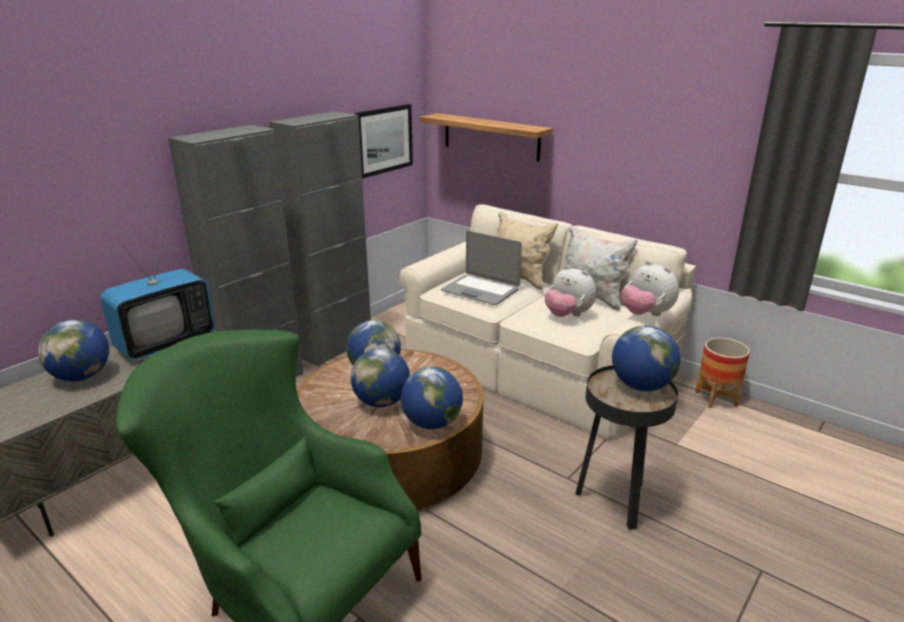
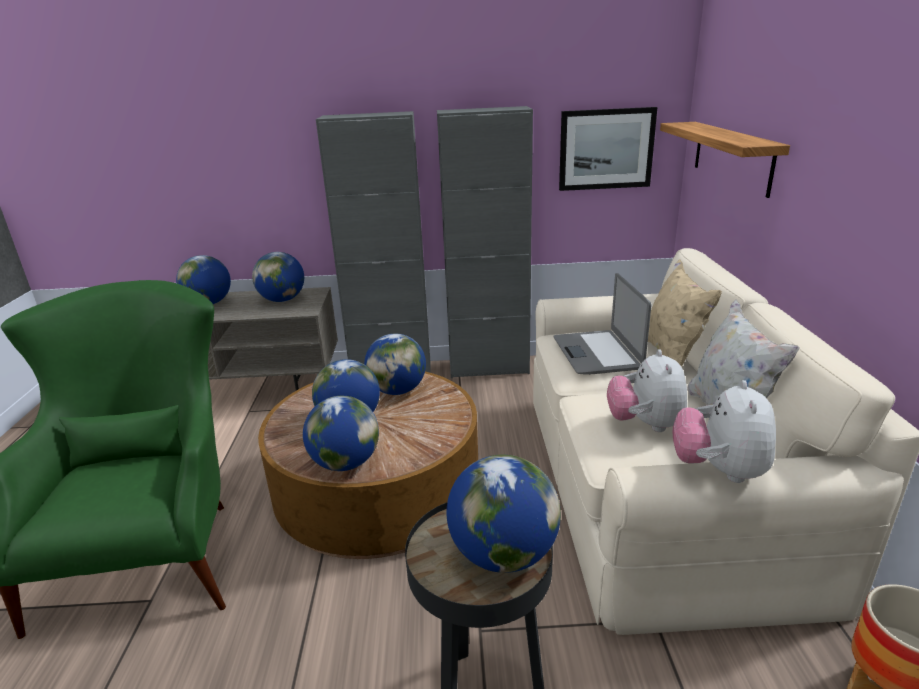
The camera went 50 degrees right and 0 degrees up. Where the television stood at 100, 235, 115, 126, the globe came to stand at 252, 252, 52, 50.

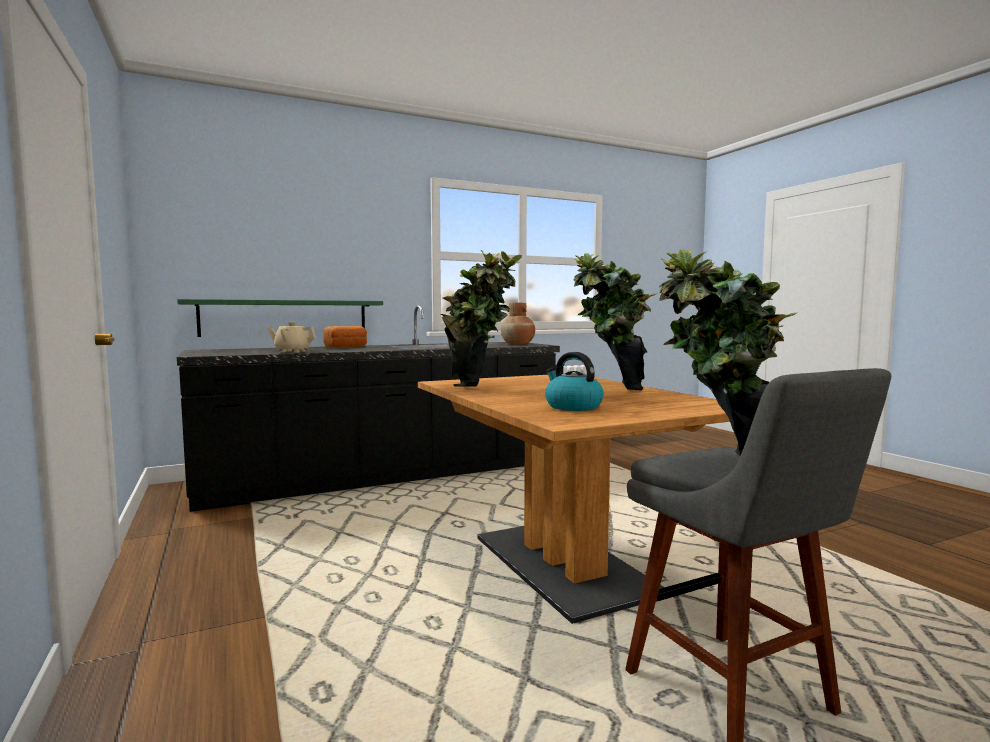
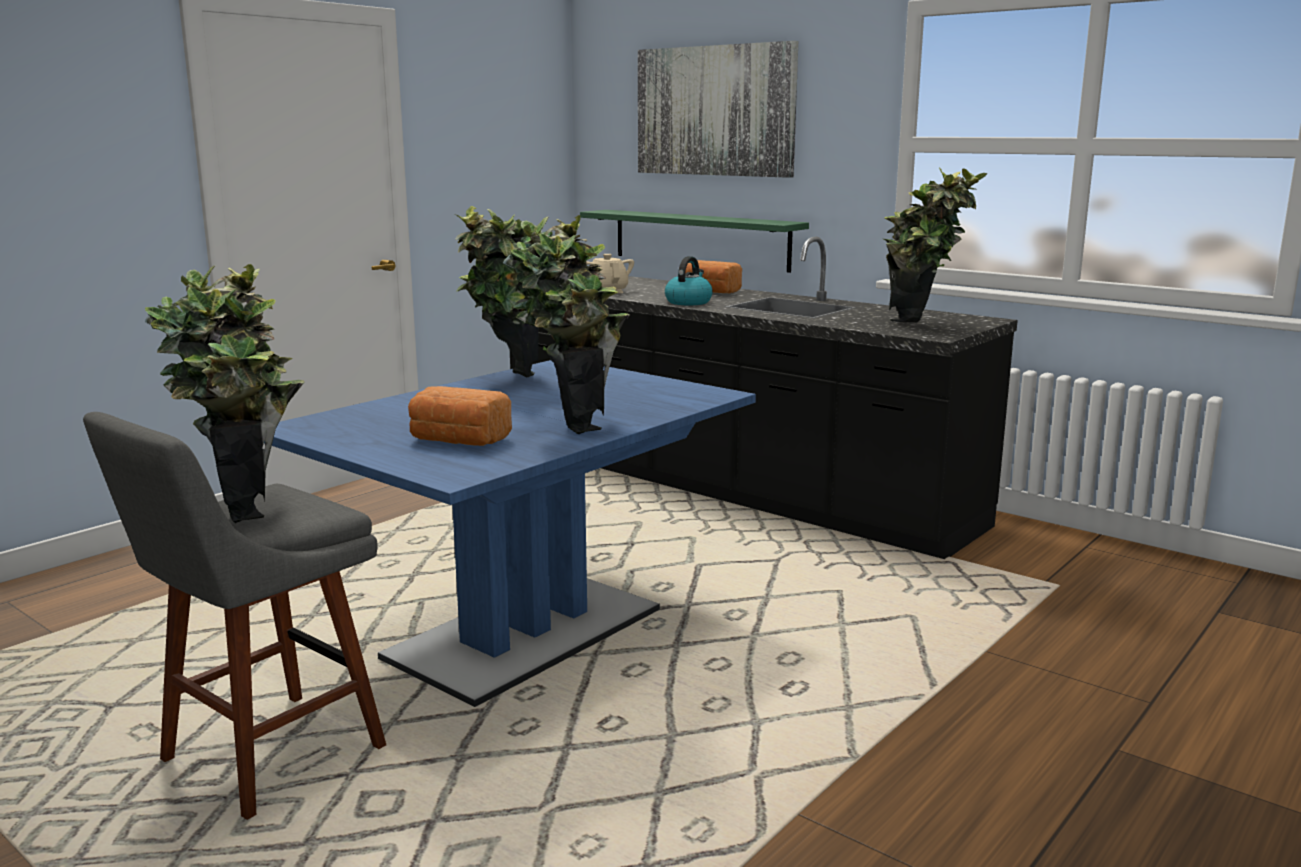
The camera went 65 degrees right and 10 degrees up. The second view gained the bread at 408, 386, 104, 60. The second view gained the picture at 638, 41, 160, 137. The kettle ended up elsewhere, having gone from 545, 352, 59, 59 to 665, 256, 48, 49. Where the vase (brown) stood at 501, 303, 34, 42, the potted plant came to stand at 884, 168, 103, 154. What was the dining table (brown) at 418, 375, 312, 249 turned into the dining table (blue) at 264, 360, 492, 347.

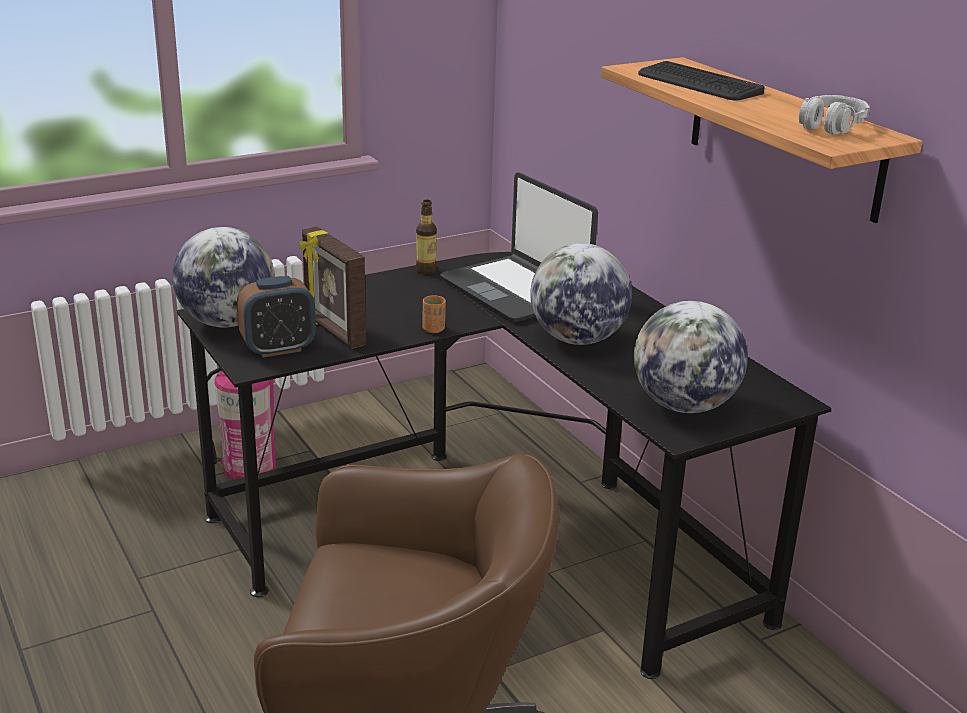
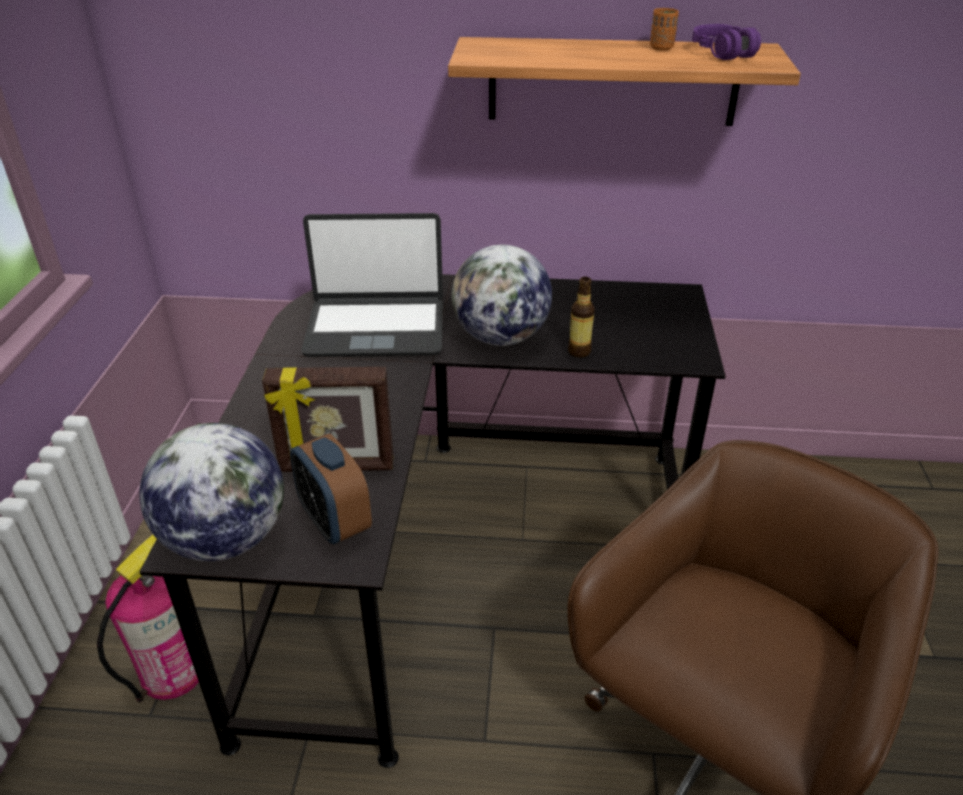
The camera went 55 degrees left and 10 degrees up. The second view lost the globe at 634, 301, 114, 112. The second view lost the keyboard at 638, 61, 127, 40. The bottle ended up elsewhere, having gone from 416, 200, 21, 75 to 568, 277, 27, 80. The cup (orange) ended up elsewhere, having gone from 422, 295, 24, 38 to 650, 8, 29, 42. What was the headphones (grey) at 799, 95, 71, 39 turned into the headphones (purple) at 692, 24, 69, 36. The alarm clock at 237, 276, 79, 82 ended up facing another way, 135 degrees clockwise from before.

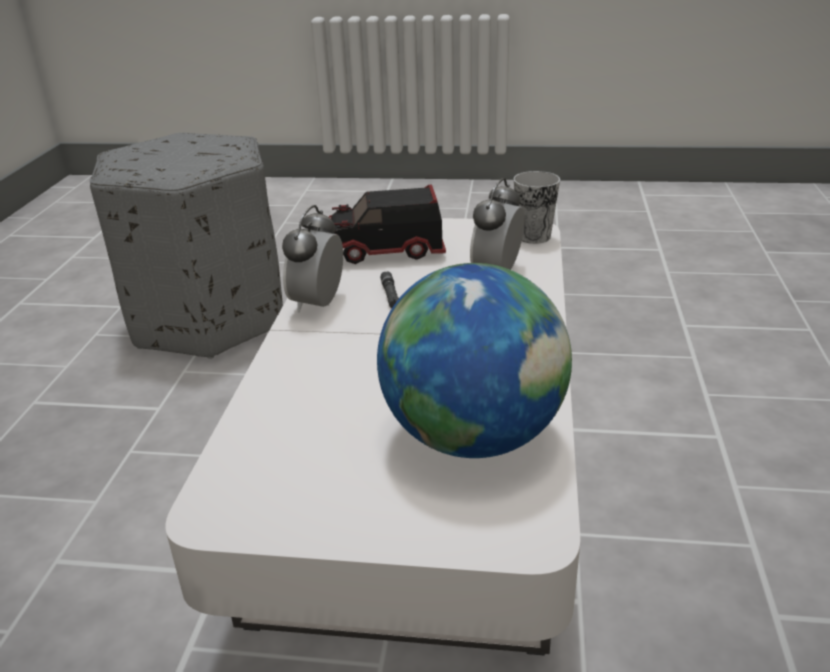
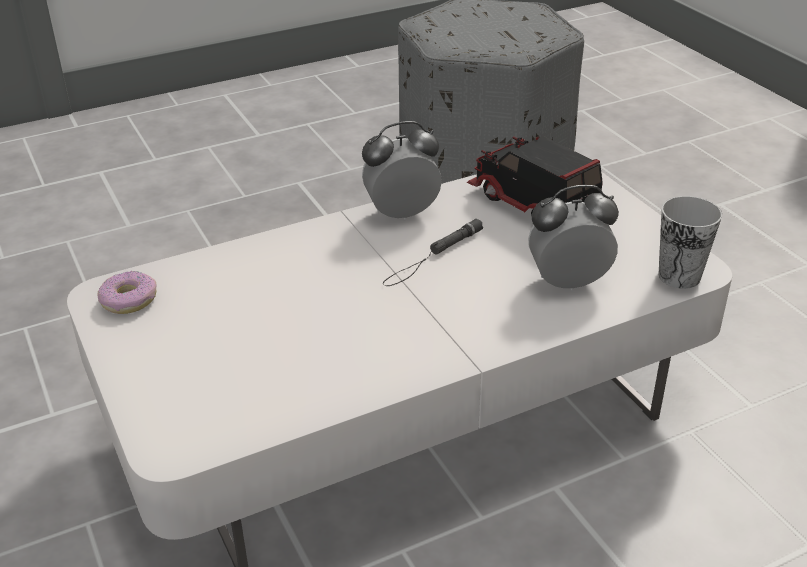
The camera went 55 degrees right and 5 degrees up. The second view lost the globe at 377, 263, 195, 195. The second view gained the donut at 98, 271, 59, 43.

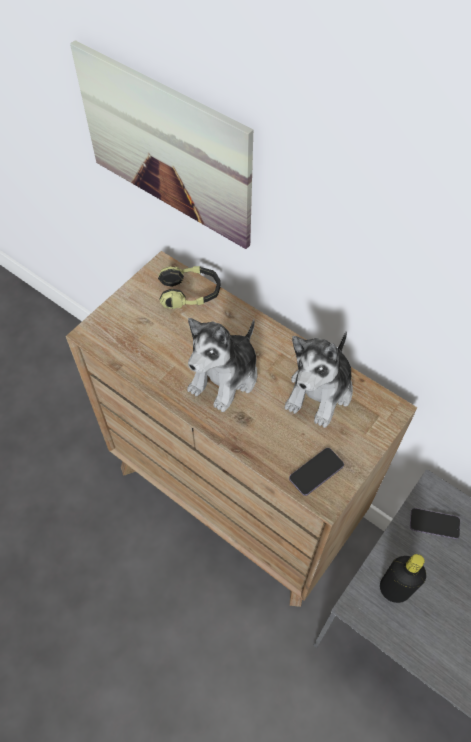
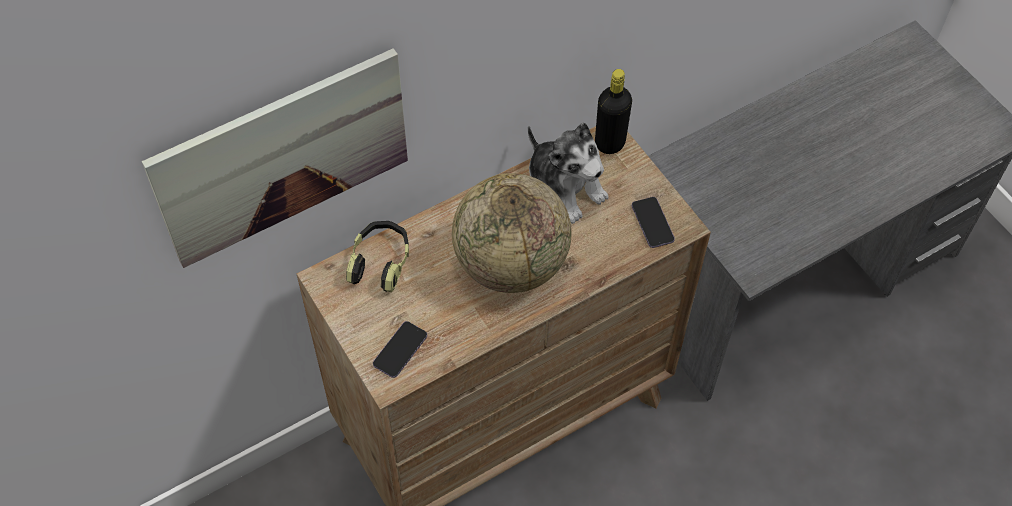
The camera went 70 degrees left and 0 degrees up. The bottle (black) ended up elsewhere, having gone from 380, 554, 46, 49 to 595, 69, 37, 85. The phone ended up elsewhere, having gone from 410, 508, 50, 31 to 373, 321, 54, 57. Where the plush toy stood at 187, 318, 70, 94, the globe came to stand at 452, 173, 120, 120.

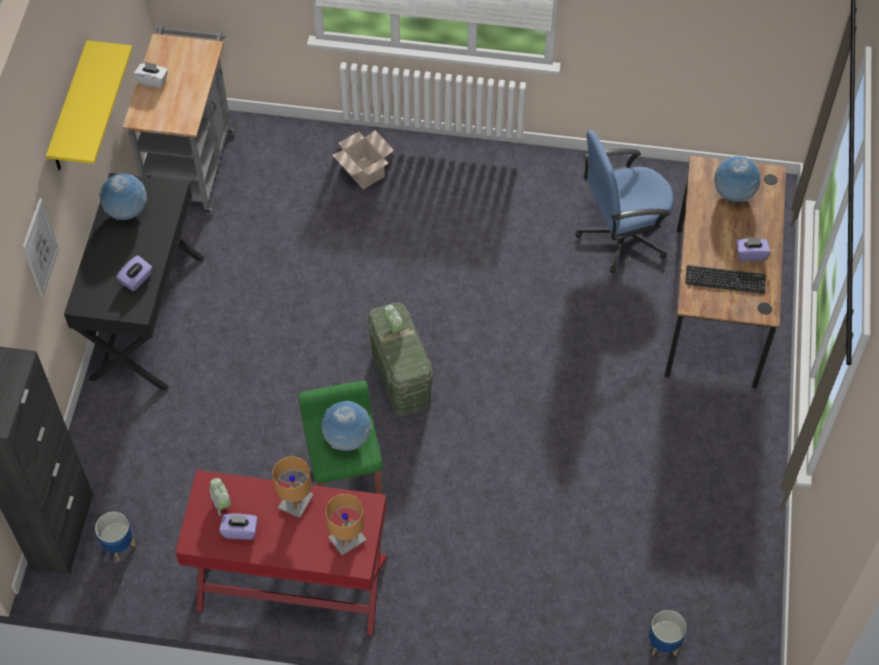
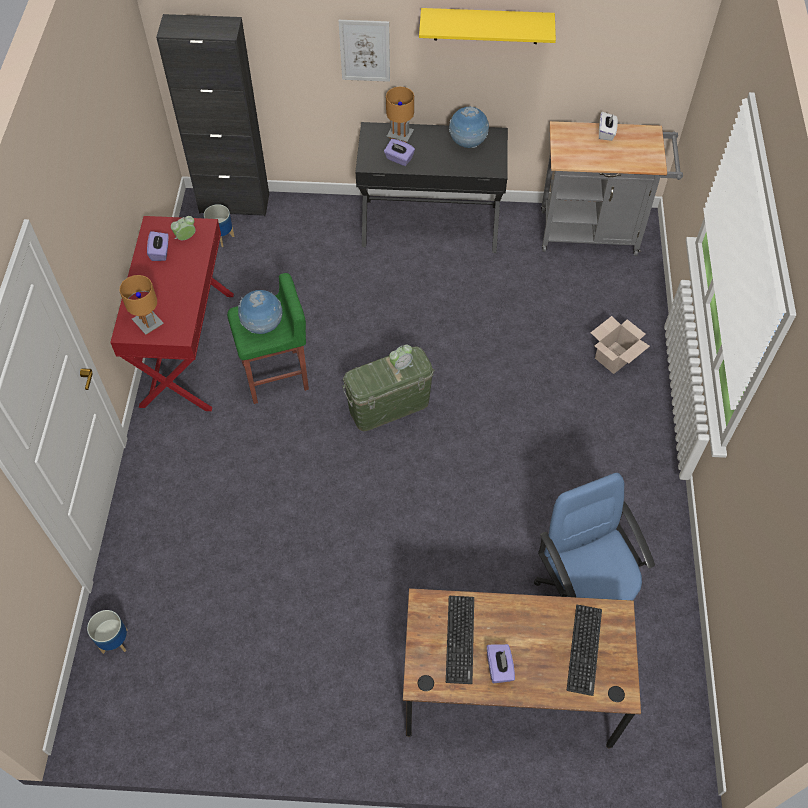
The camera went 85 degrees right and 0 degrees up. The table lamp (brown) ended up elsewhere, having gone from 273, 456, 41, 62 to 386, 87, 28, 56. Where the globe stood at 713, 156, 48, 46, the keyboard came to stand at 567, 605, 35, 91.

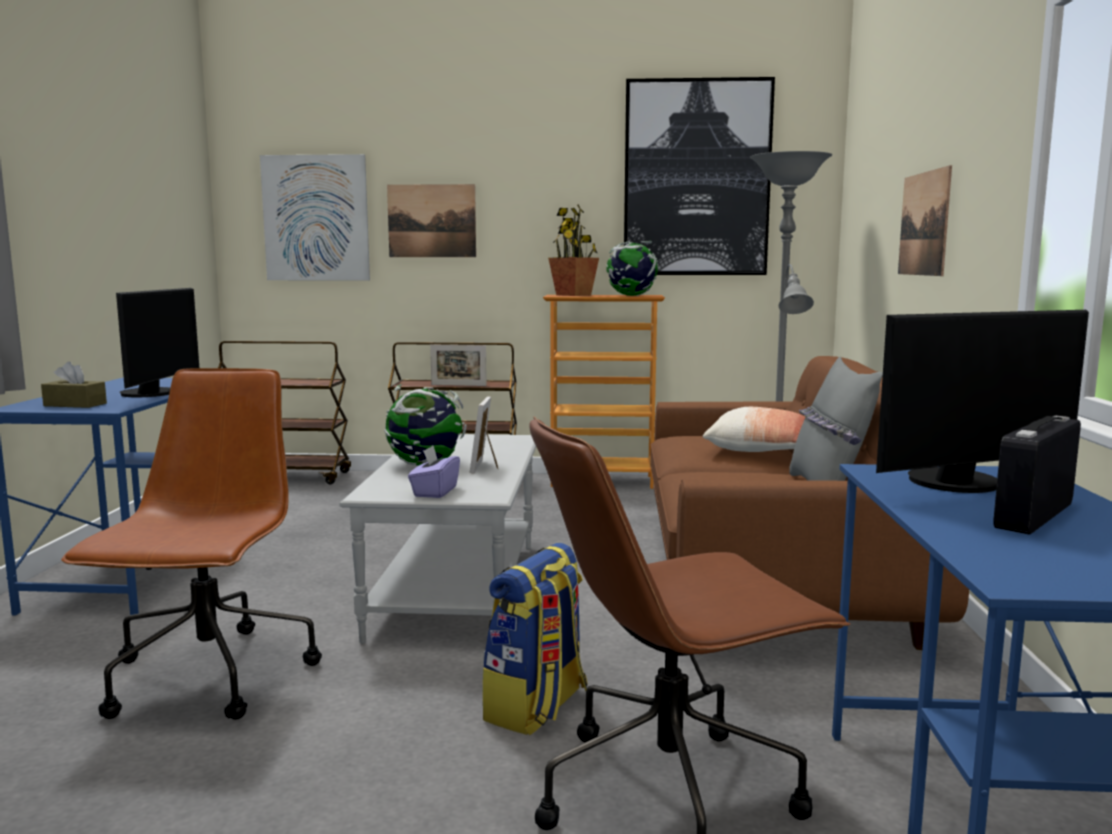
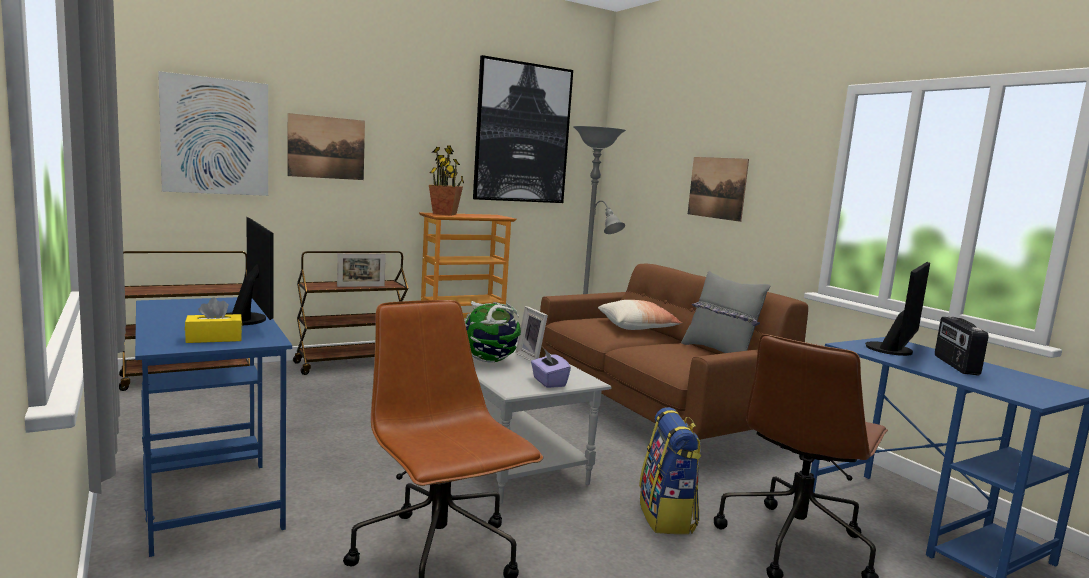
The camera went 35 degrees left and 0 degrees up. The second view lost the globe at 606, 241, 52, 55. What was the tissue box (brown) at 41, 361, 66, 47 turned into the tissue box (yellow) at 185, 297, 57, 46.

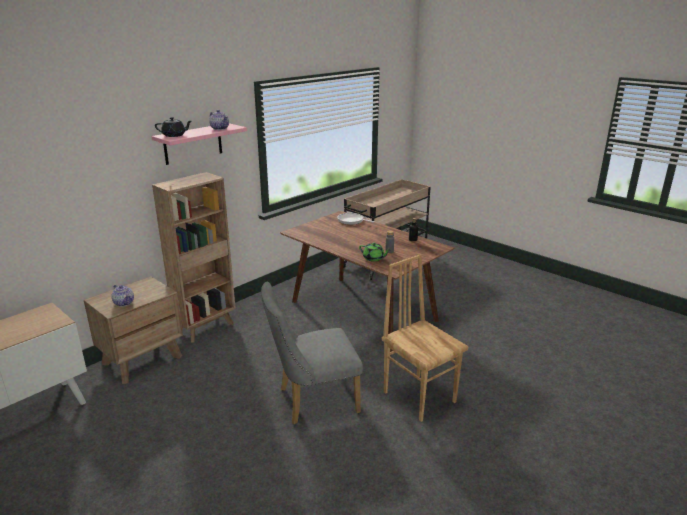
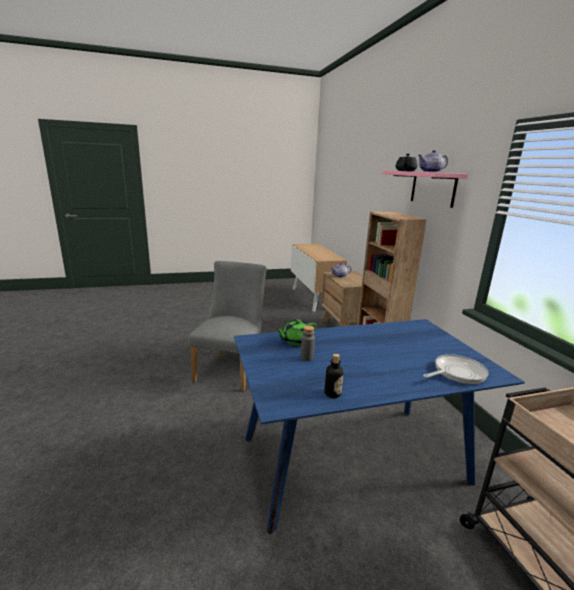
The camera went 120 degrees right and 5 degrees down. The second view lost the chair (brown) at 382, 254, 86, 168. What was the dining table (brown) at 280, 211, 175, 141 turned into the dining table (blue) at 234, 319, 291, 215.

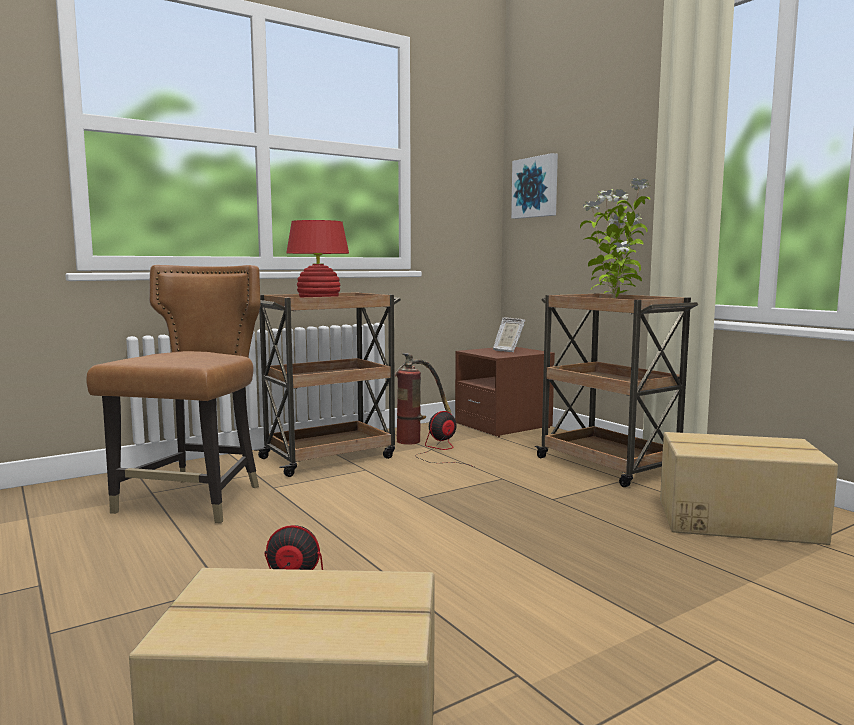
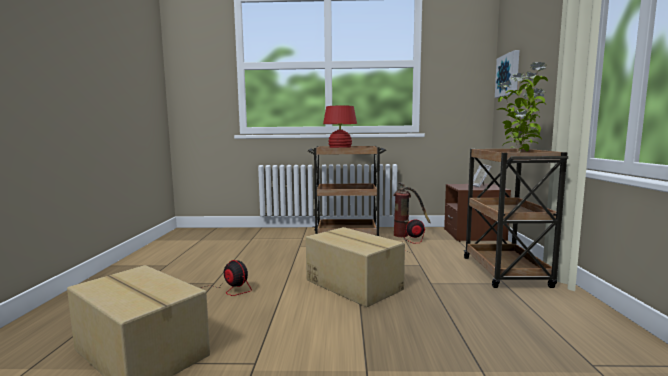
The camera went 35 degrees right and 0 degrees up. The second view lost the chair (brown) at 86, 265, 174, 258. The cardboard box ended up elsewhere, having gone from 660, 432, 178, 113 to 306, 227, 99, 80.

